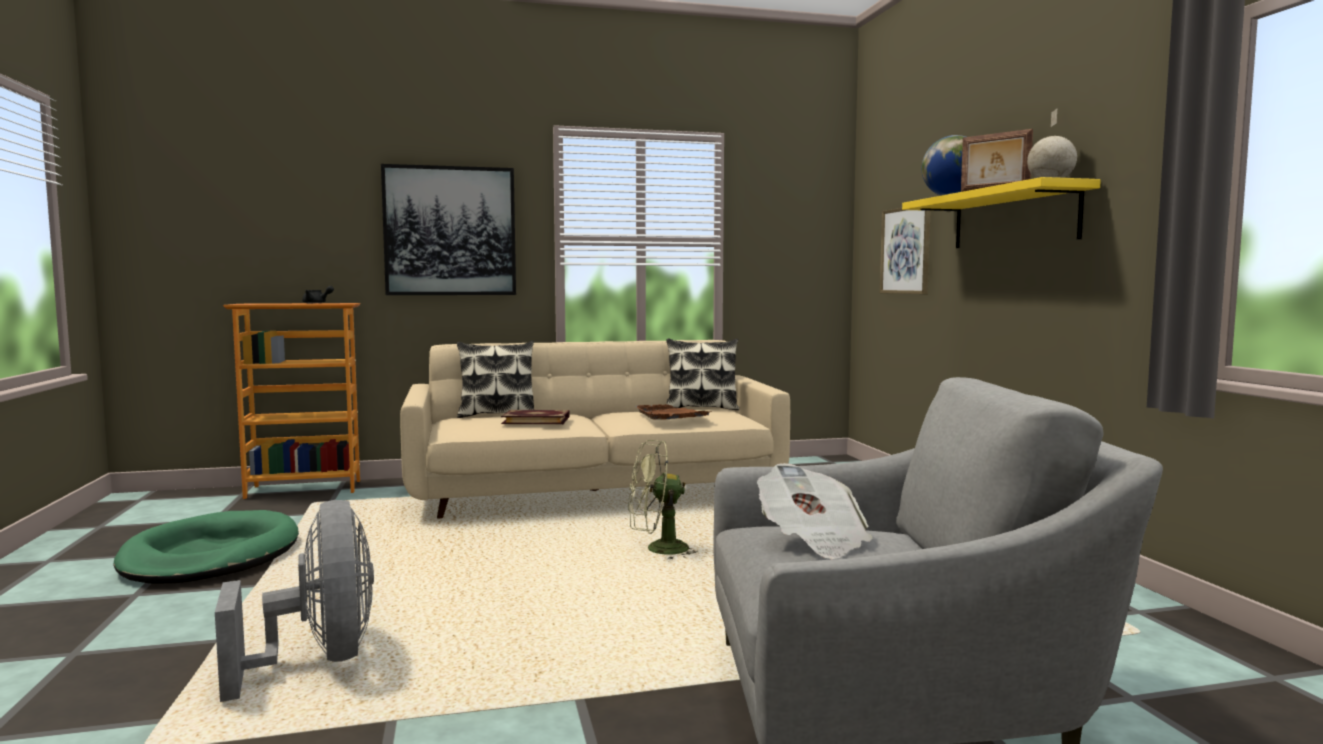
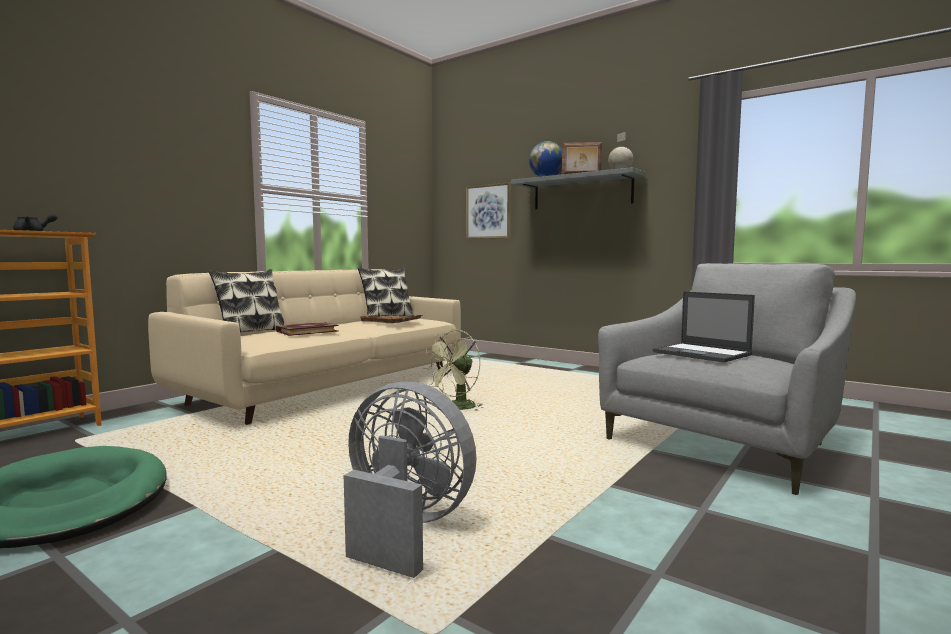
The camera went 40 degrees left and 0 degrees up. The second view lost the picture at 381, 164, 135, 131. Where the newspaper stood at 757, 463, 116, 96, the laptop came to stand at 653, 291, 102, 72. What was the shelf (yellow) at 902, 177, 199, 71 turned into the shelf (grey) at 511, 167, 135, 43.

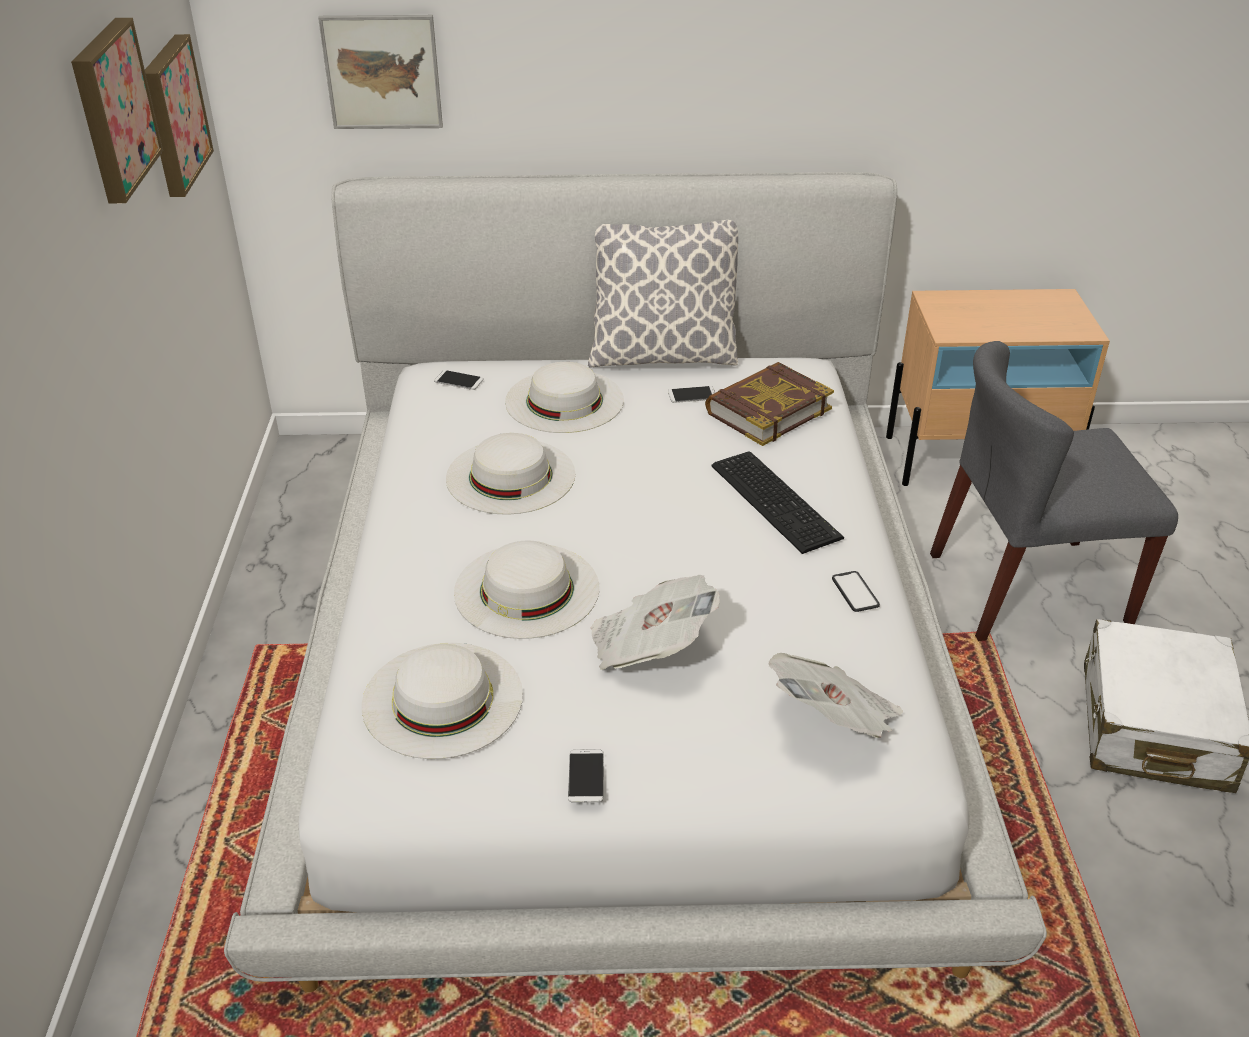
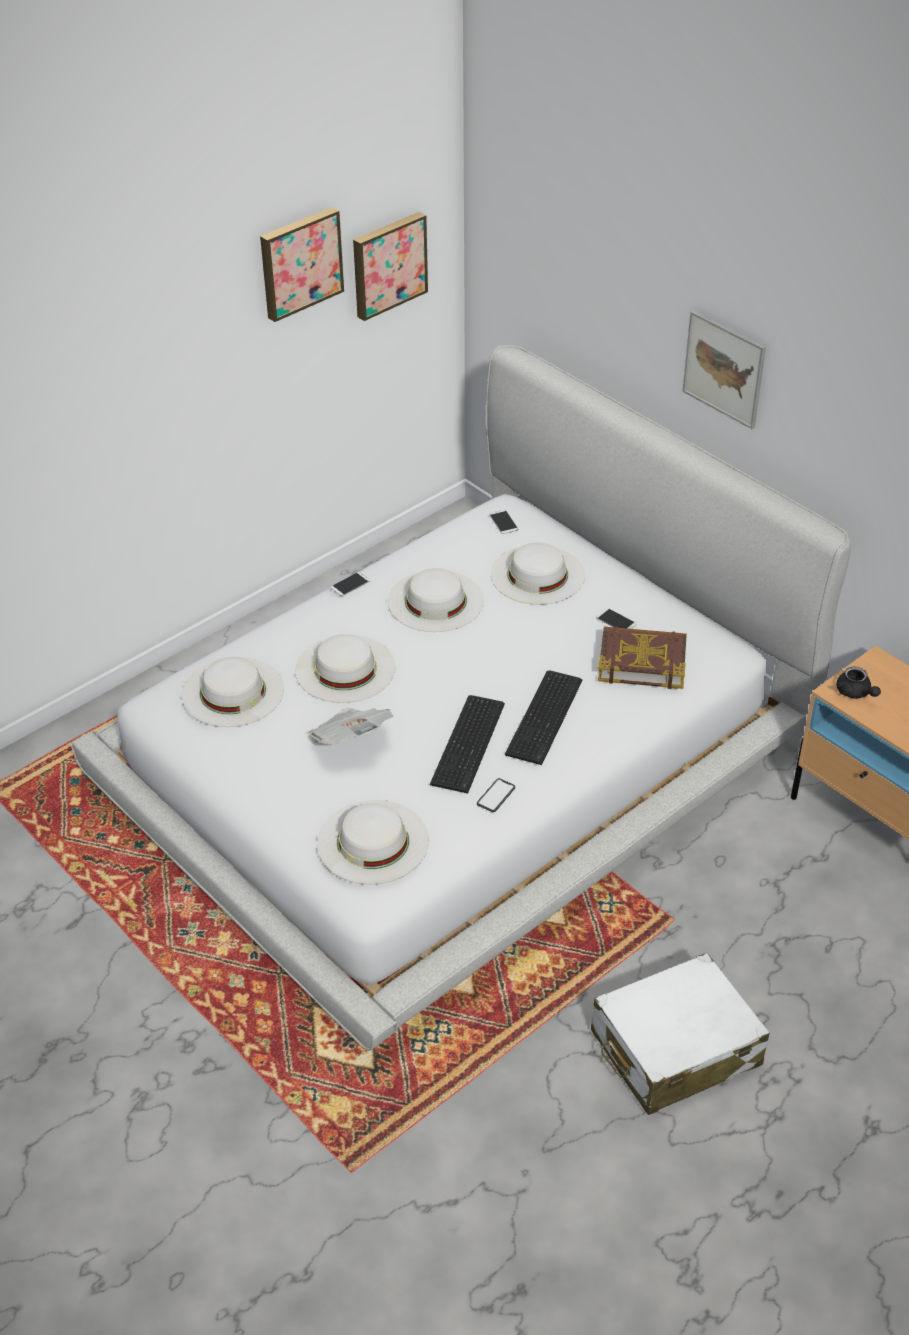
The camera went 50 degrees right and 5 degrees up. The second view lost the pillow at 588, 220, 150, 147. The second view lost the chair (grey) at 930, 341, 248, 300. The second view gained the keyboard at 430, 695, 75, 99. The second view gained the teapot (black) at 836, 666, 45, 33. The picture ended up elsewhere, having gone from 318, 15, 125, 114 to 683, 310, 83, 119. The phone ended up elsewhere, having gone from 568, 750, 36, 53 to 331, 572, 39, 24. Where the newspaper stood at 768, 653, 135, 85, the hat (white) came to stand at 317, 800, 112, 85.

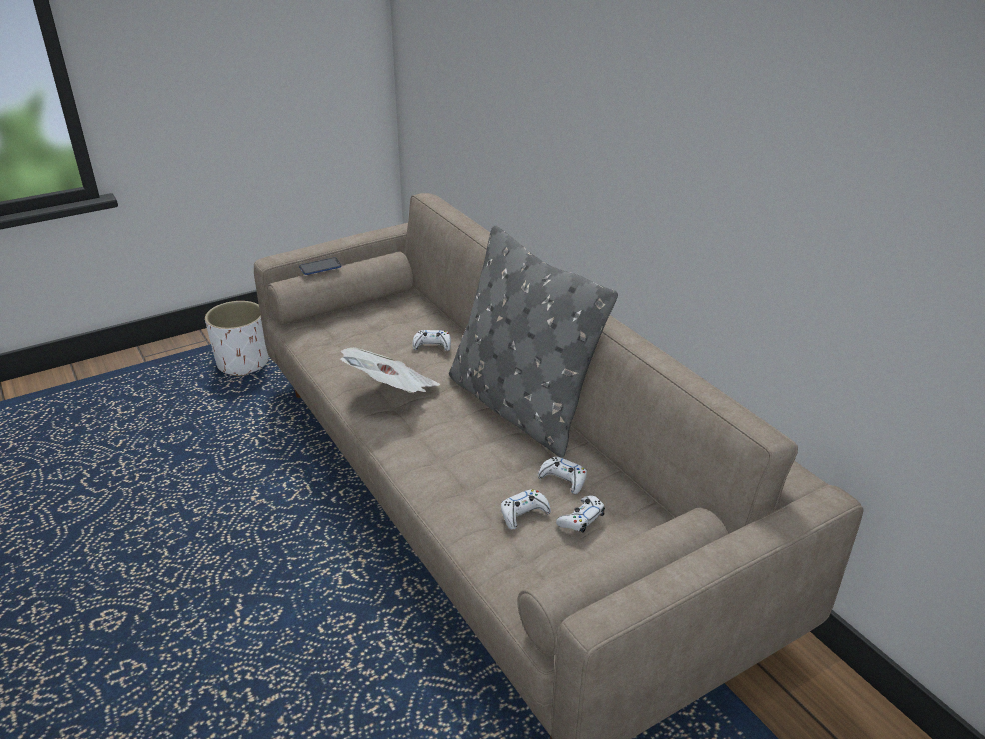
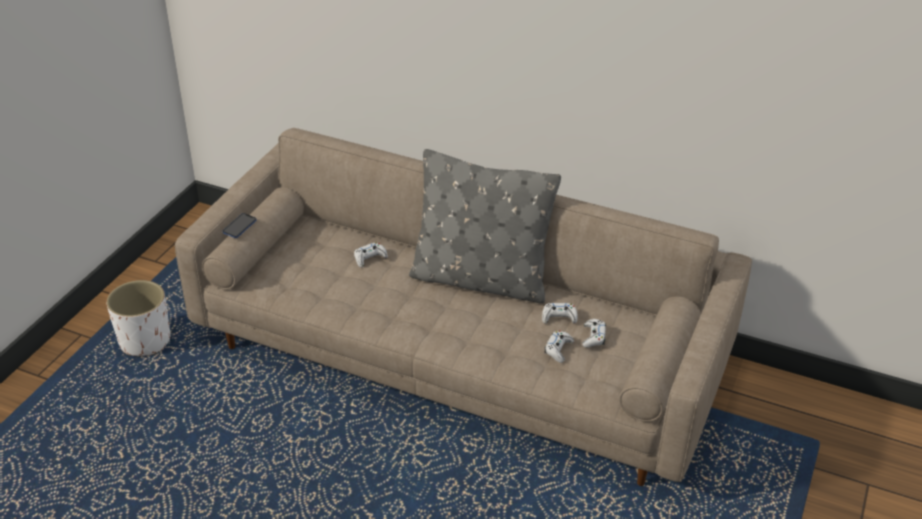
The camera went 35 degrees left and 5 degrees up. The second view lost the newspaper at 340, 347, 100, 46.

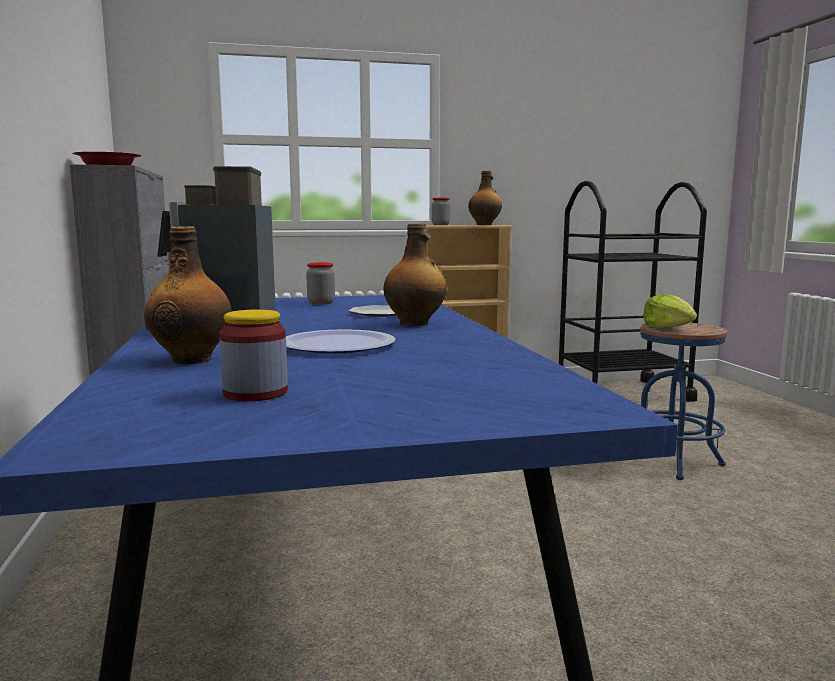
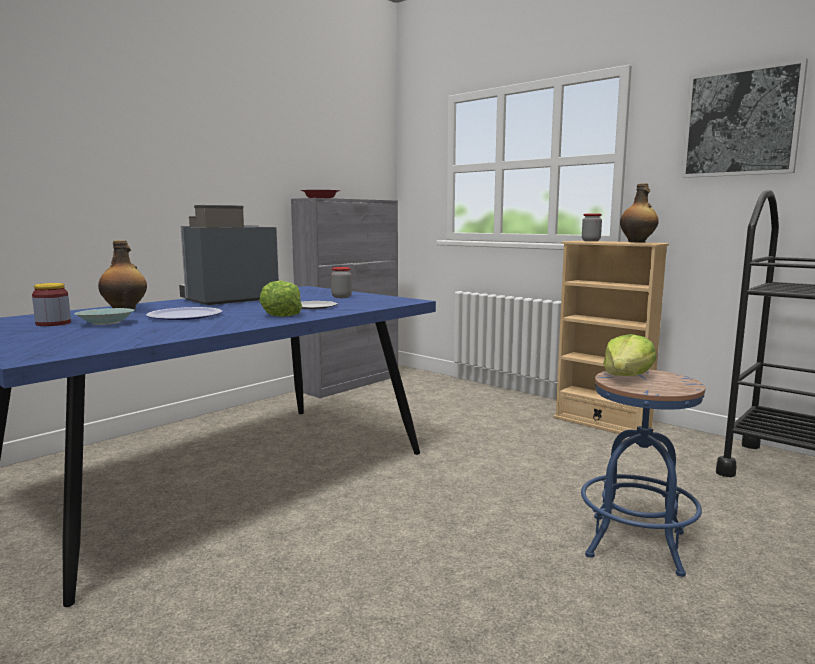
The camera went 55 degrees right and 0 degrees up. The second view gained the bowl (turquoise) at 74, 308, 61, 17. The second view gained the picture at 681, 58, 127, 120. Where the bottle stood at 383, 223, 64, 103, the lettuce came to stand at 259, 281, 43, 36.

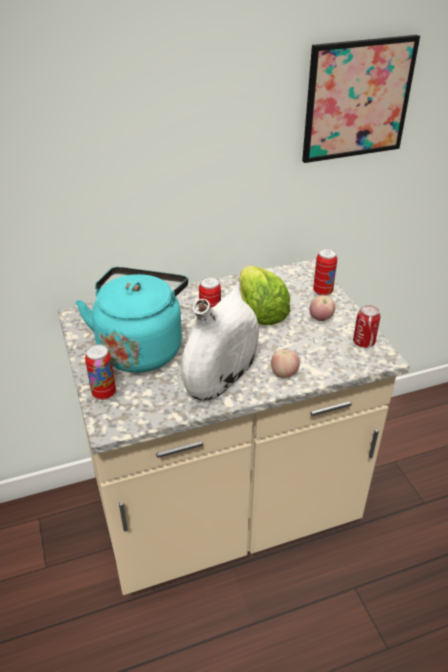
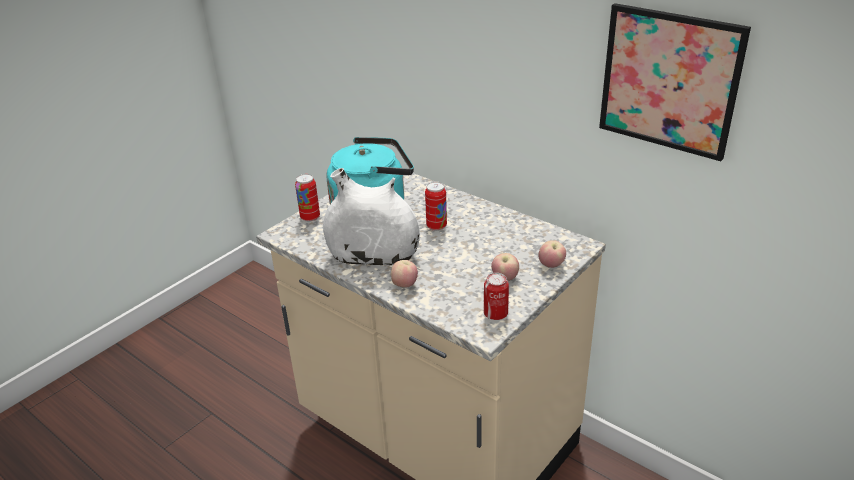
The camera went 60 degrees right and 5 degrees down. The second view lost the lettuce at 239, 266, 52, 59. Where the can stood at 313, 248, 24, 48, the apple came to stand at 538, 240, 28, 28.

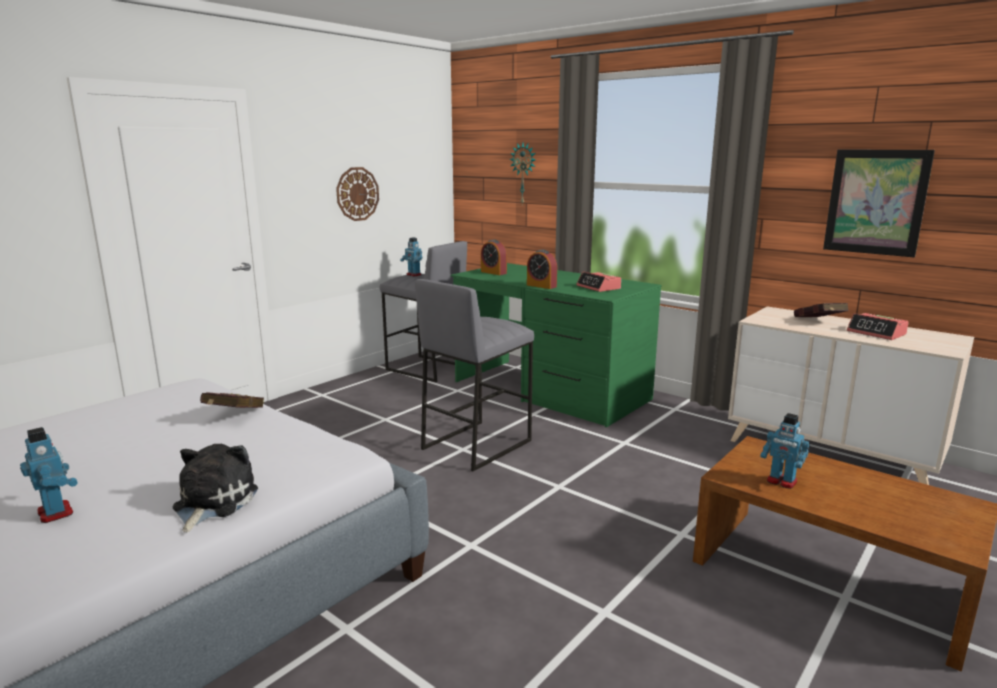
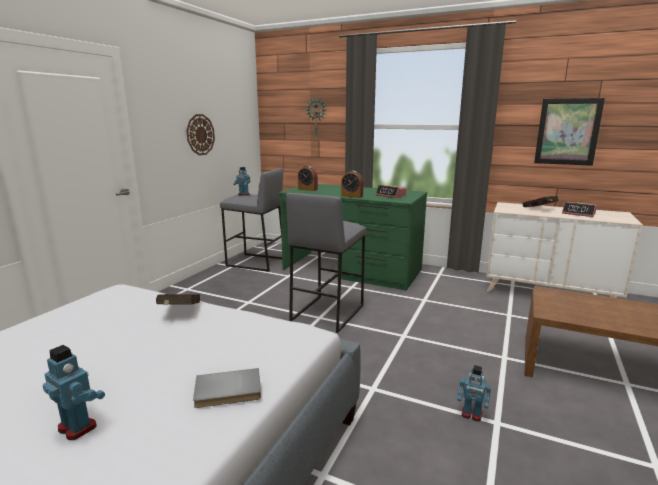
The camera went 15 degrees left and 0 degrees up. The toy robot ended up elsewhere, having gone from 760, 413, 50, 76 to 457, 365, 34, 56. Where the plush toy stood at 173, 444, 85, 88, the book (grey) came to stand at 193, 368, 68, 40.

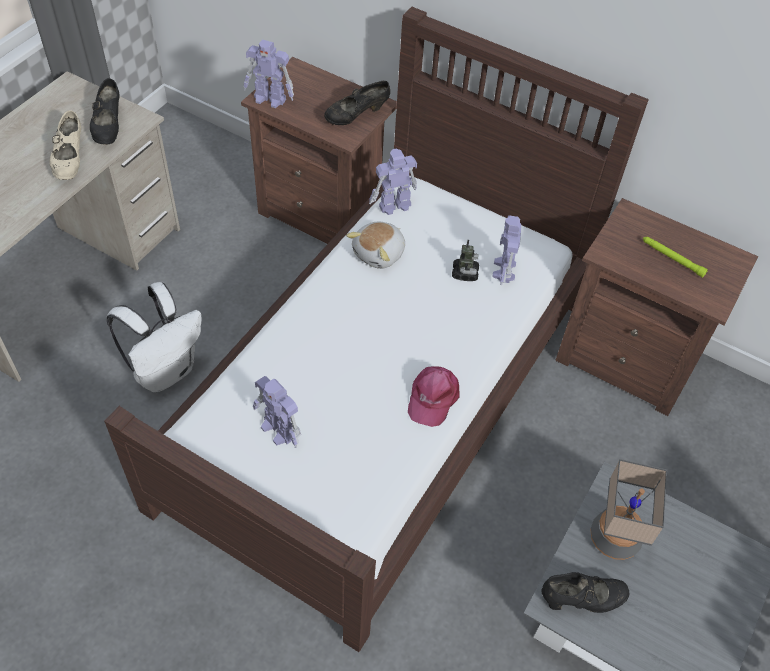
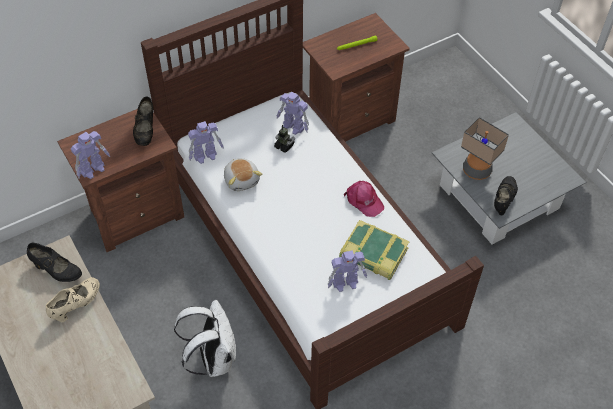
The camera went 60 degrees left and 0 degrees up. The second view gained the book at 339, 220, 71, 60. The shoe (beige) at 50, 110, 31, 70 ended up facing another way, 75 degrees counterclockwise from before. The toy robot at 369, 149, 48, 66 ended up facing another way, 120 degrees counterclockwise from before.

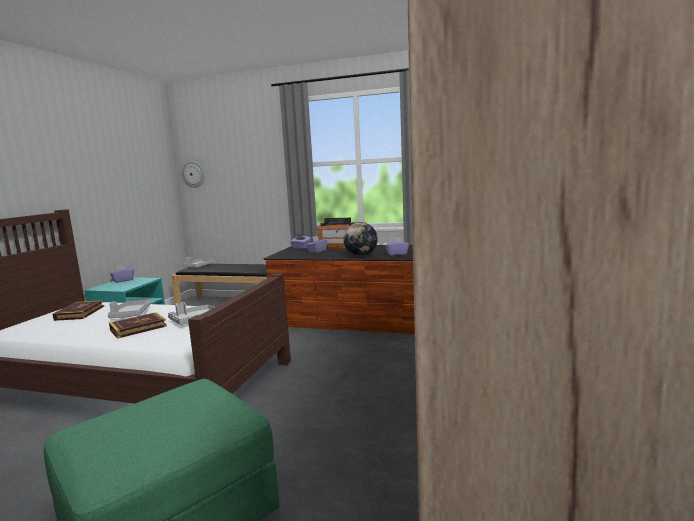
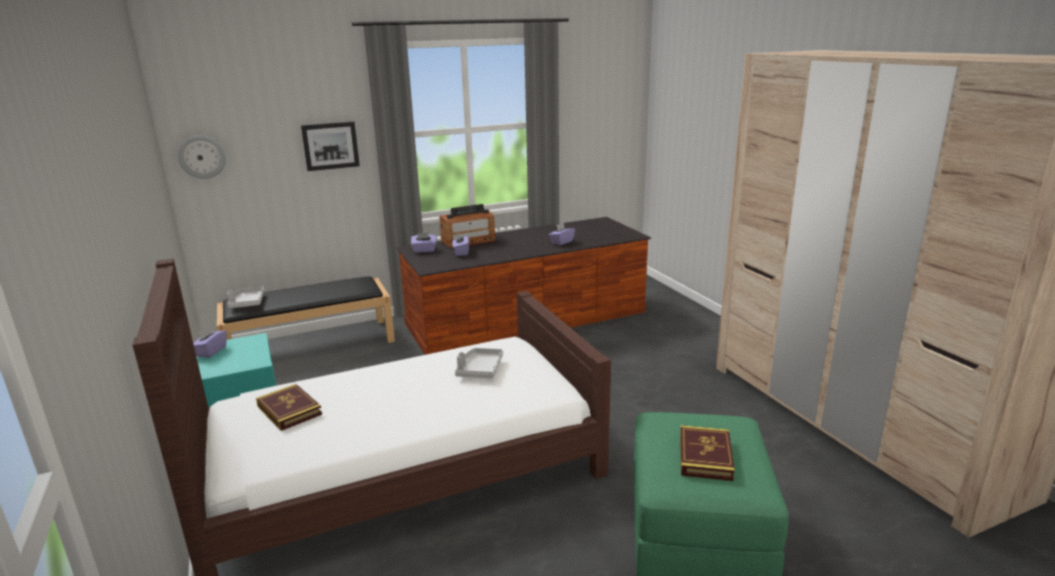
The camera went 40 degrees left and 10 degrees up. The second view lost the tray (grey) at 108, 300, 43, 18. The second view lost the globe at 343, 222, 34, 34. The second view gained the picture at 301, 121, 59, 50. The book ended up elsewhere, having gone from 109, 312, 58, 27 to 680, 425, 55, 56.

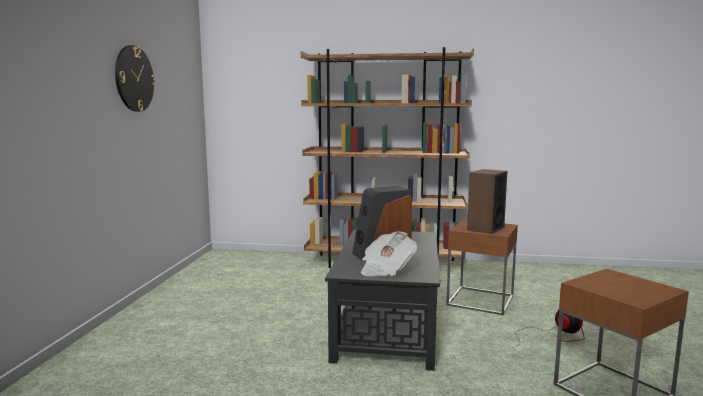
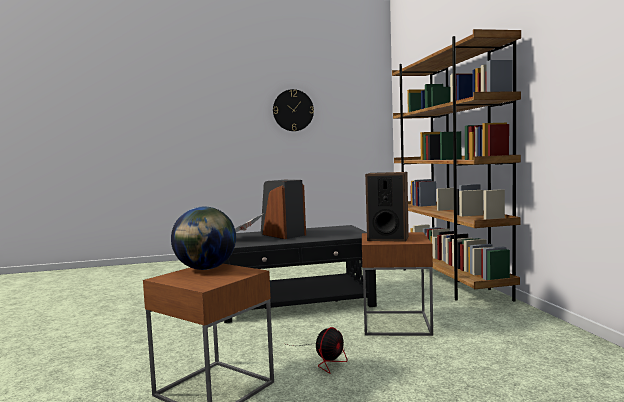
The camera went 70 degrees right and 5 degrees down. The second view gained the globe at 171, 206, 65, 64.

